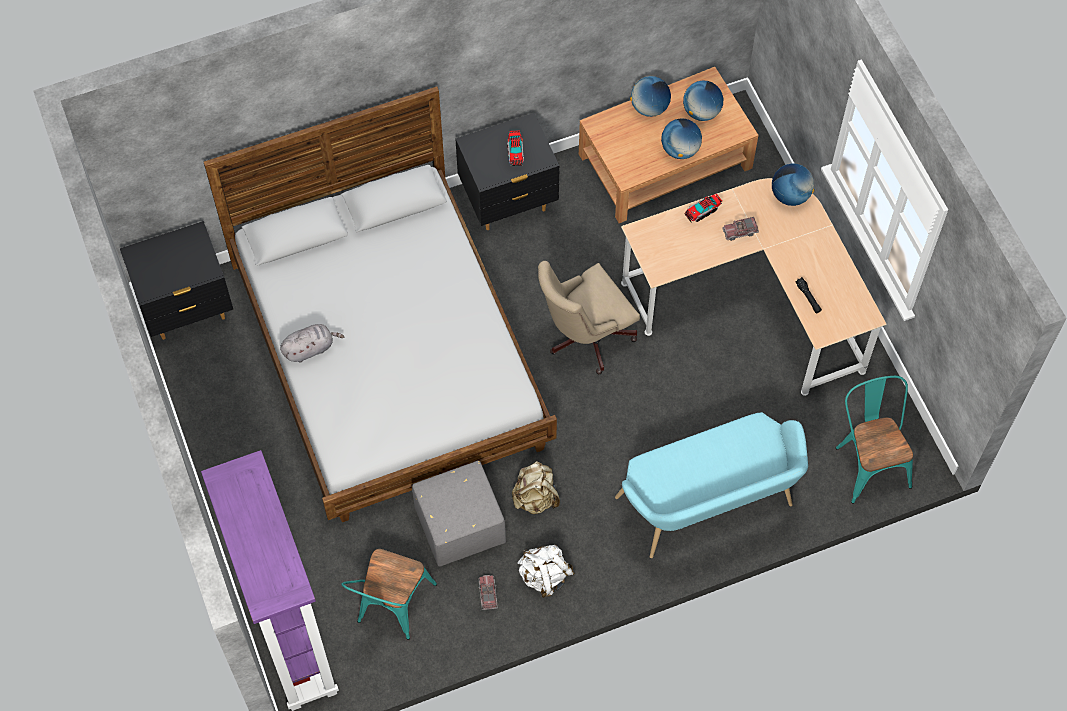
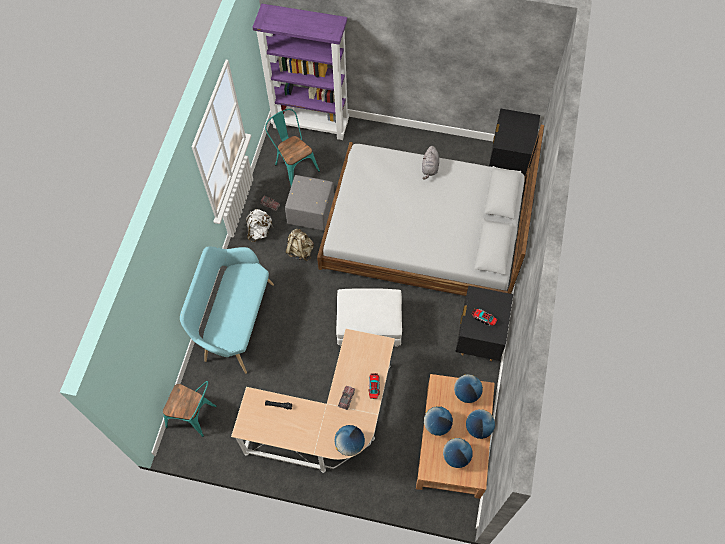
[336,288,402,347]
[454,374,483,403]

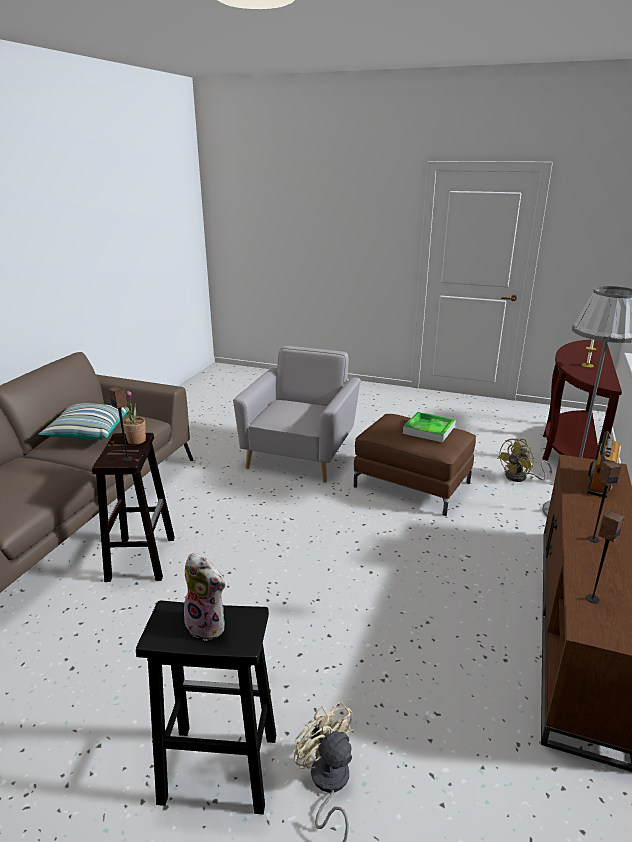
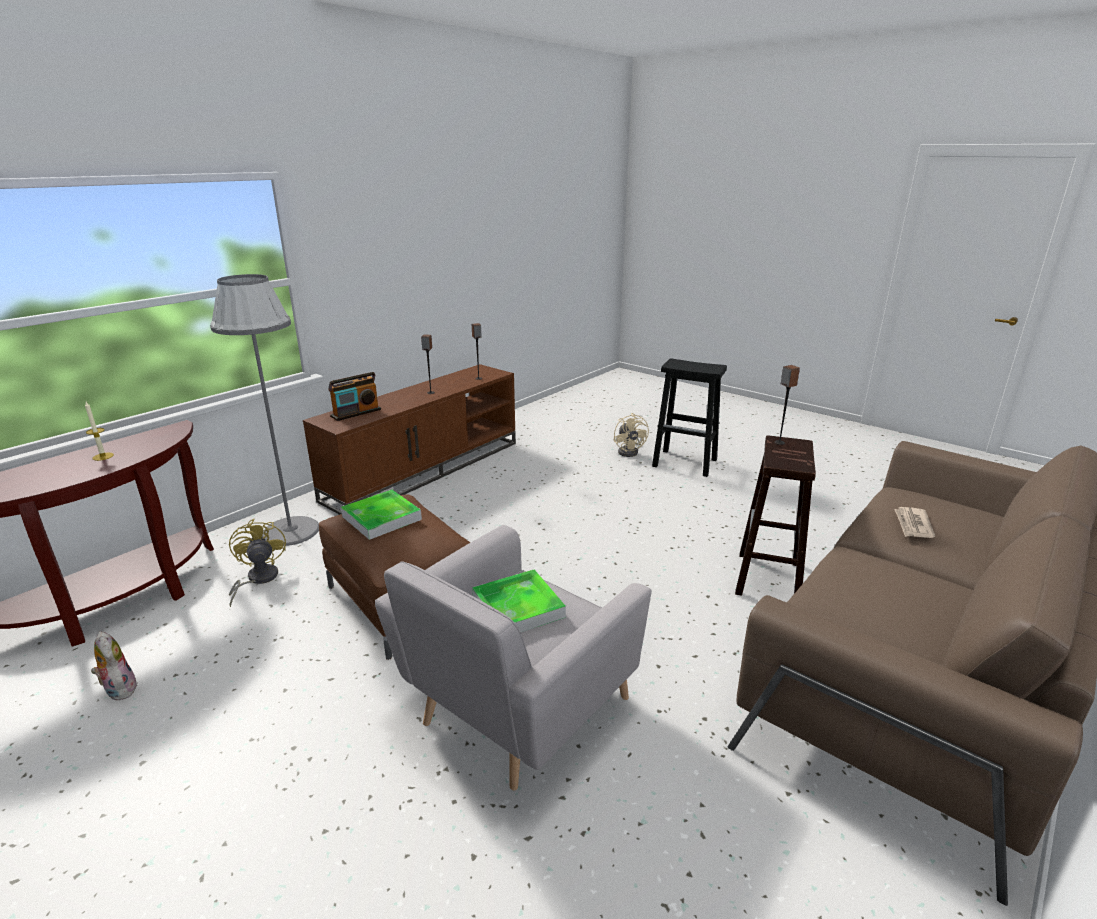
[39,403,128,440] (first image)
[123,391,146,445] (first image)
[91,631,137,701]
[229,519,286,607]
[472,570,566,632]
[894,507,935,538]

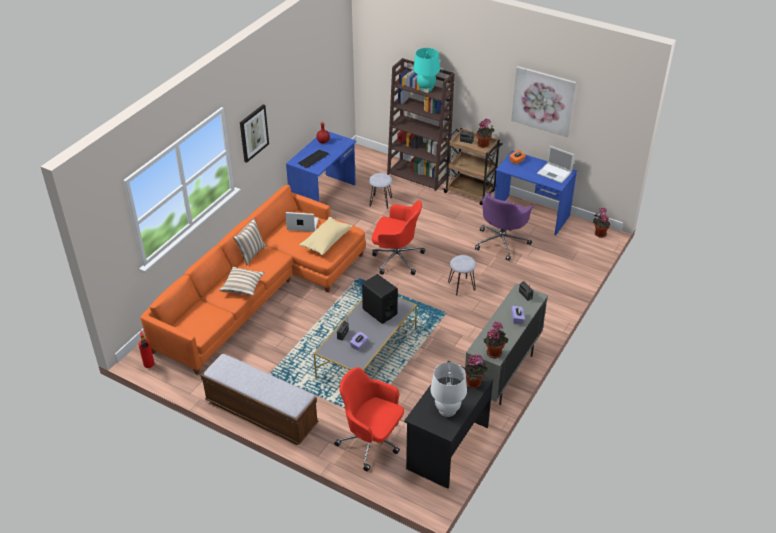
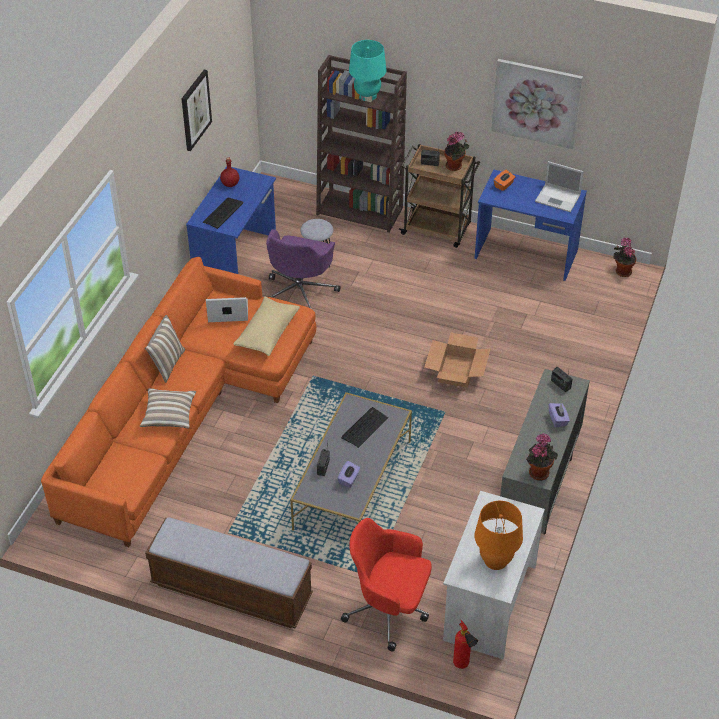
[453,620,478,669]
[181,70,212,151]
[341,407,388,448]
[372,200,425,275] (first image)
[443,491,545,659]
[474,501,523,570]
[424,332,491,388]
[464,354,488,388] (first image)
[266,229,341,308]

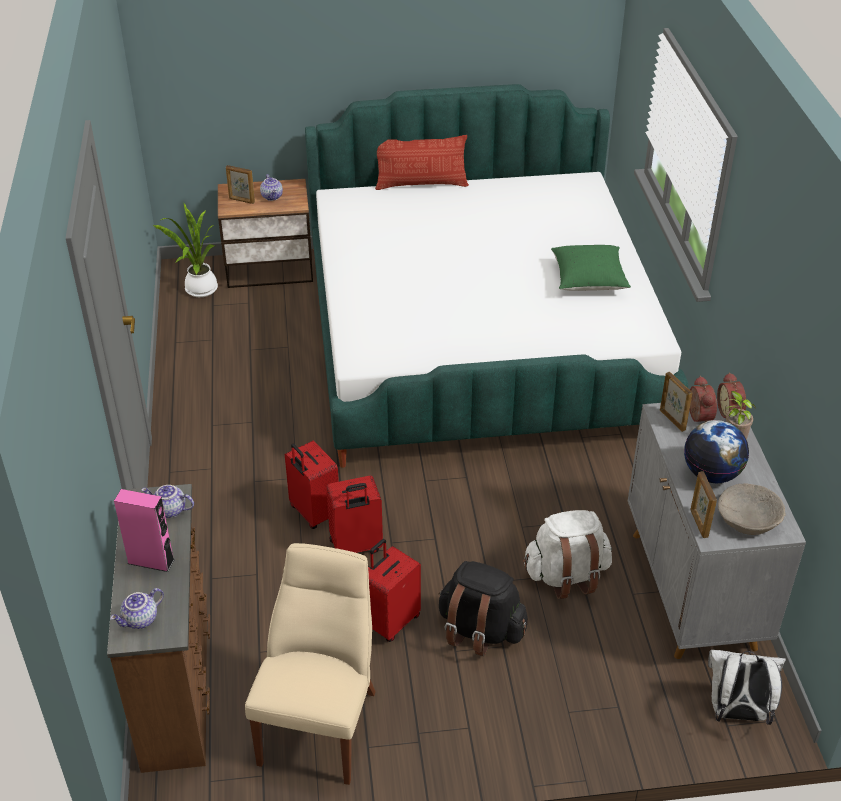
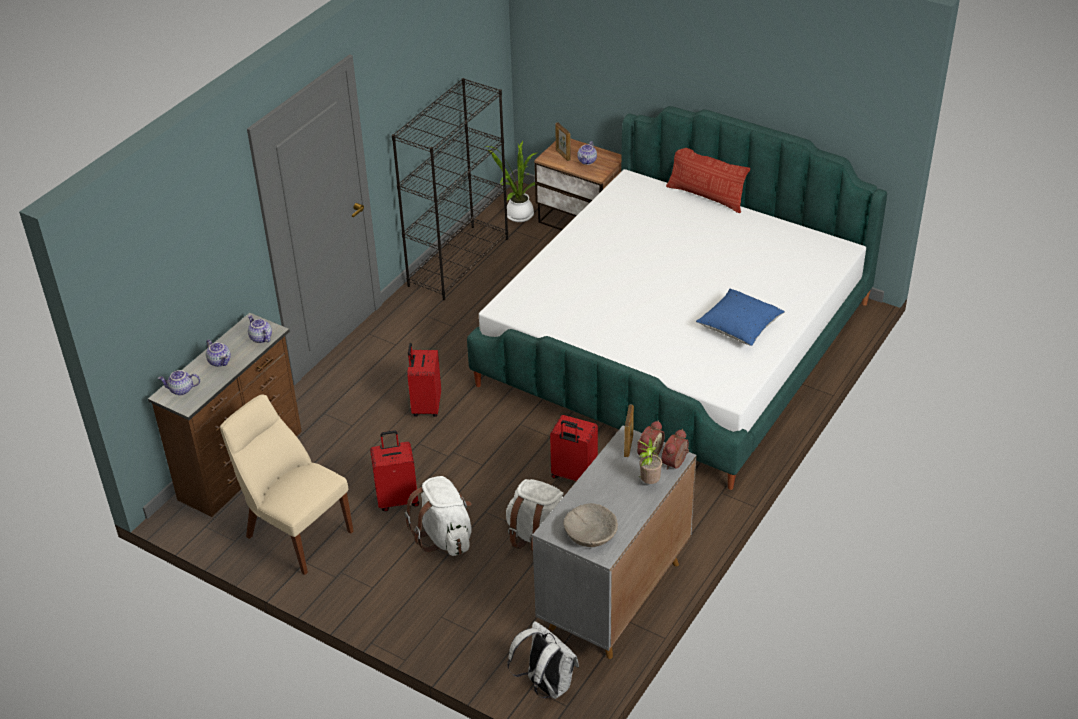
[206,339,231,367]
[220,394,353,575]
[550,415,598,481]
[405,476,472,556]
[696,288,785,346]
[684,420,749,483] (first image)
[690,472,717,538] (first image)
[392,78,508,300]

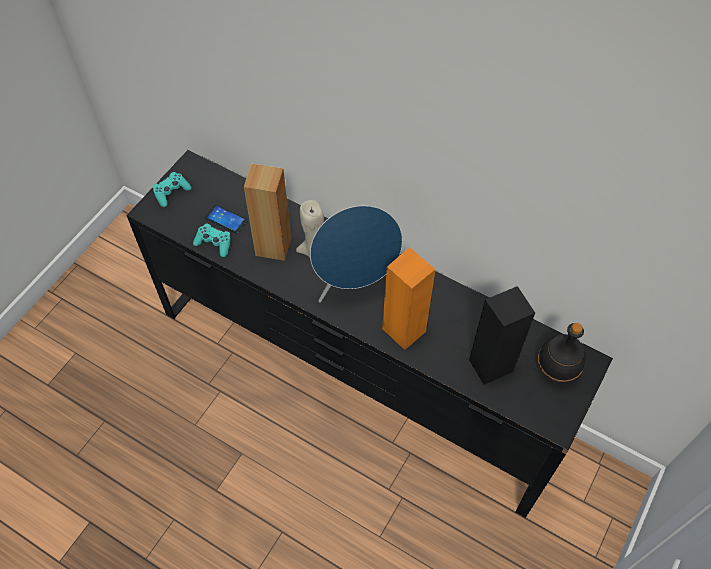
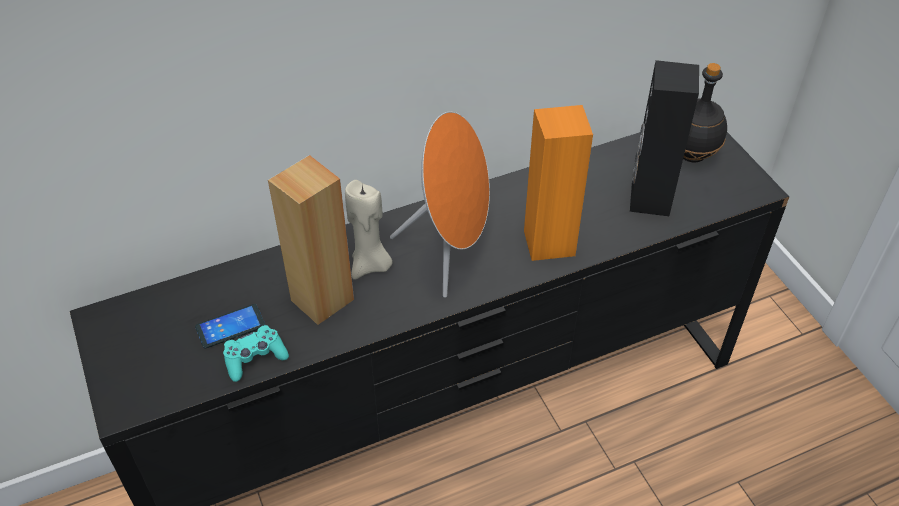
[152,172,191,207] (first image)
[390,112,490,298]

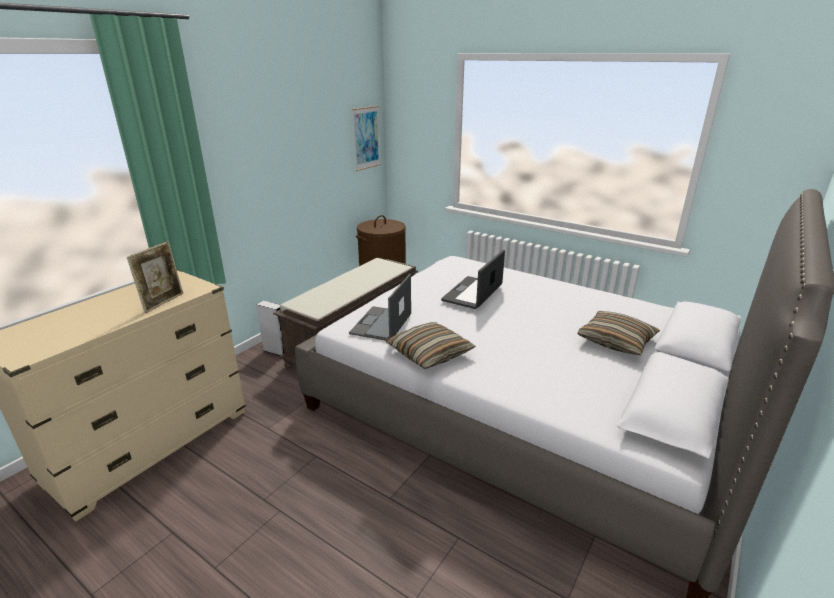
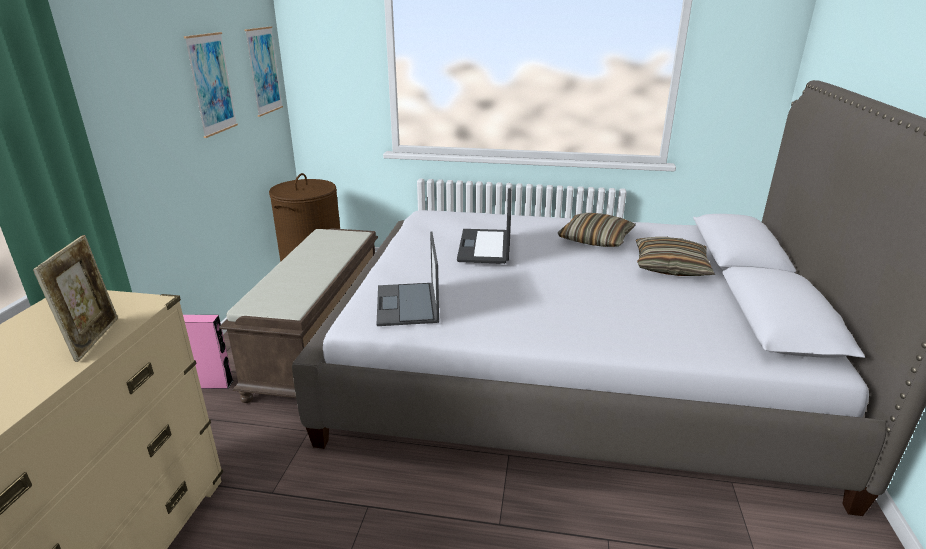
[183,315,234,389]
[558,213,636,247]
[184,32,238,138]

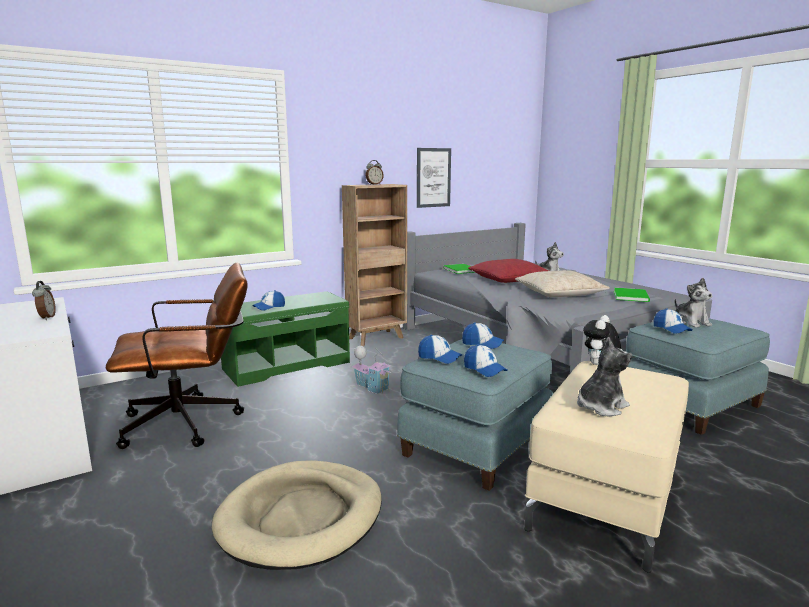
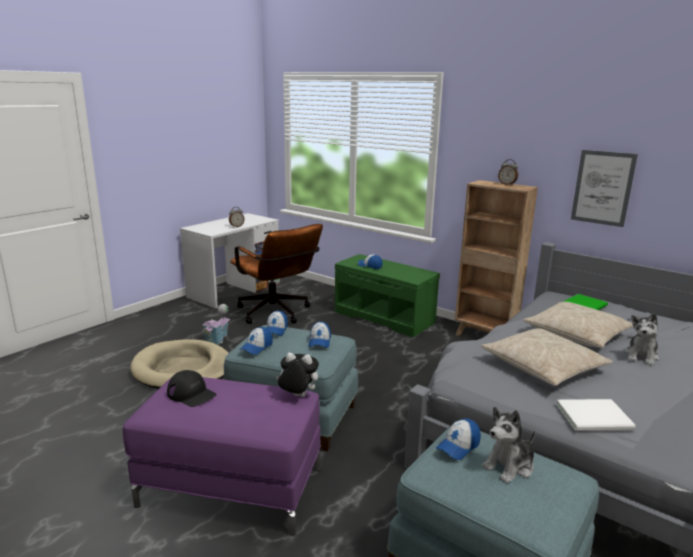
[202,304,230,345]
[523,302,633,348]
[123,377,321,536]
[167,370,217,407]
[556,399,635,431]

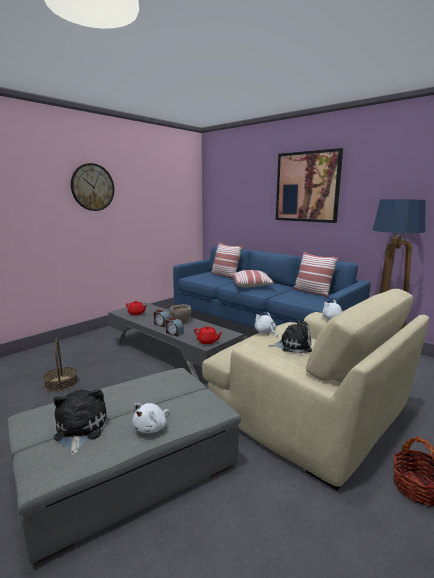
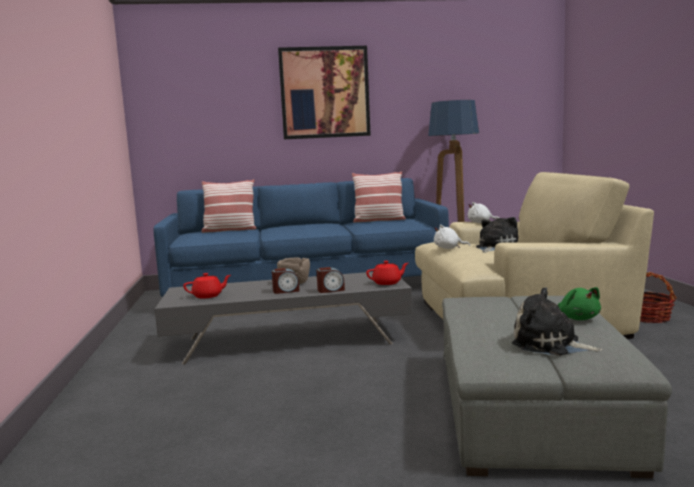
[43,338,78,392] (first image)
[71,163,114,211] (first image)
[558,287,601,320]
[232,270,274,288] (first image)

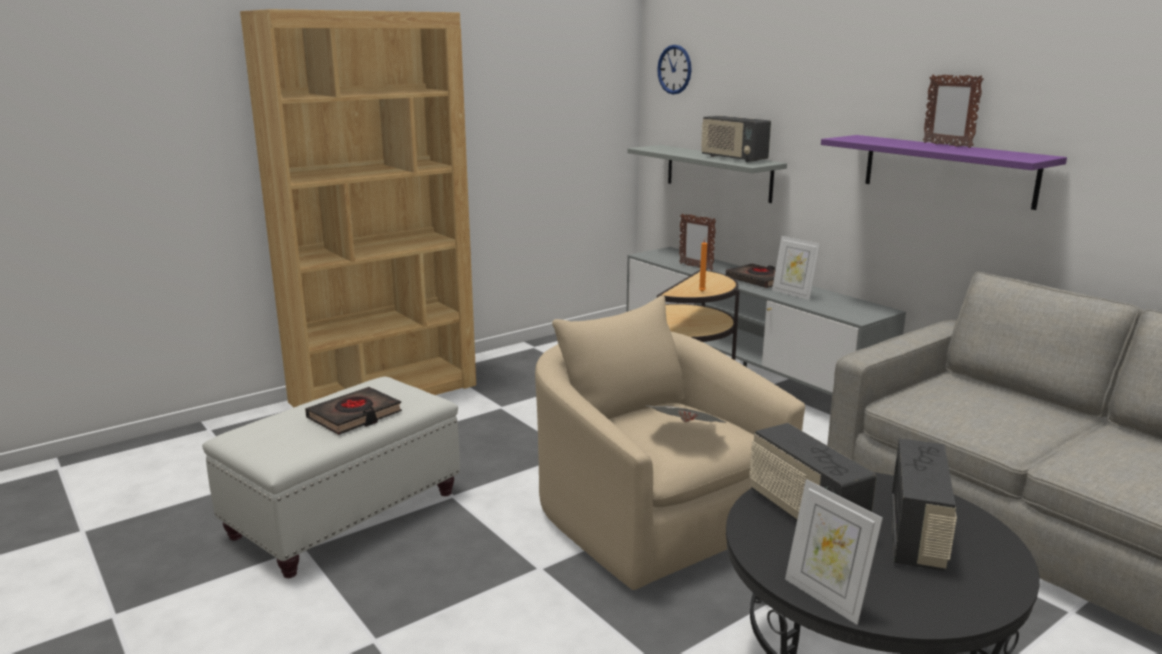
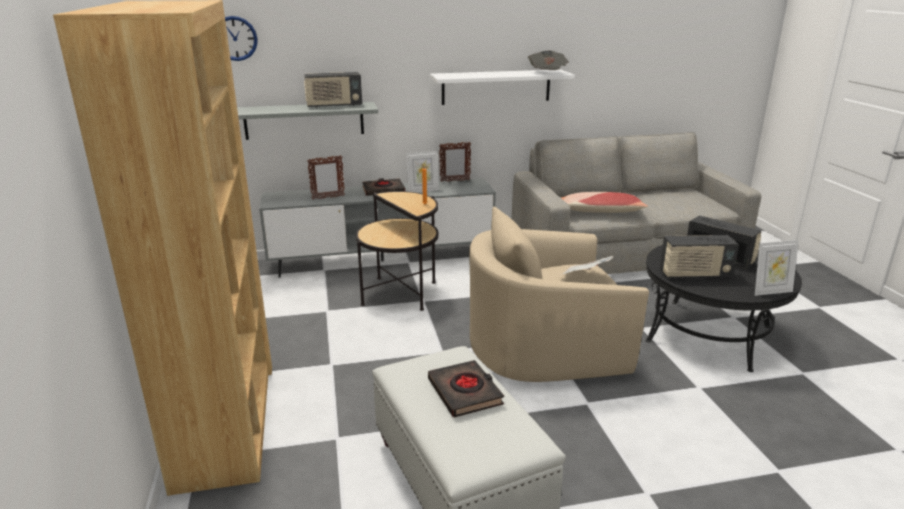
[430,69,575,105]
[439,142,471,182]
[528,51,569,70]
[561,192,648,213]

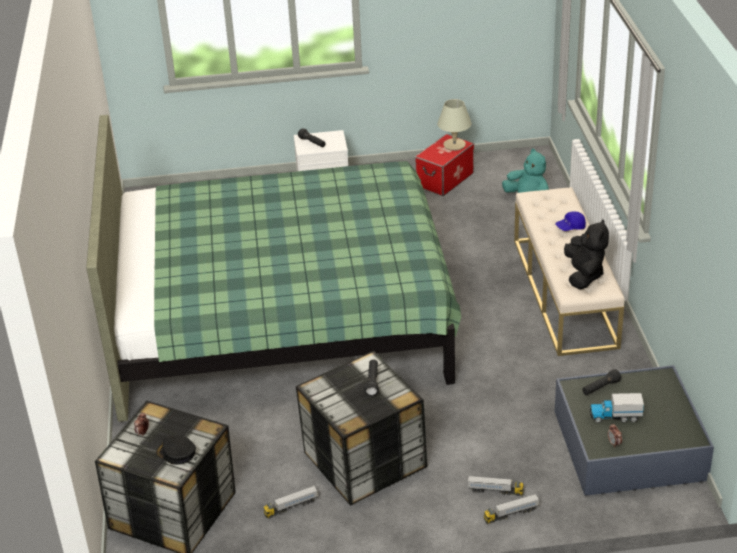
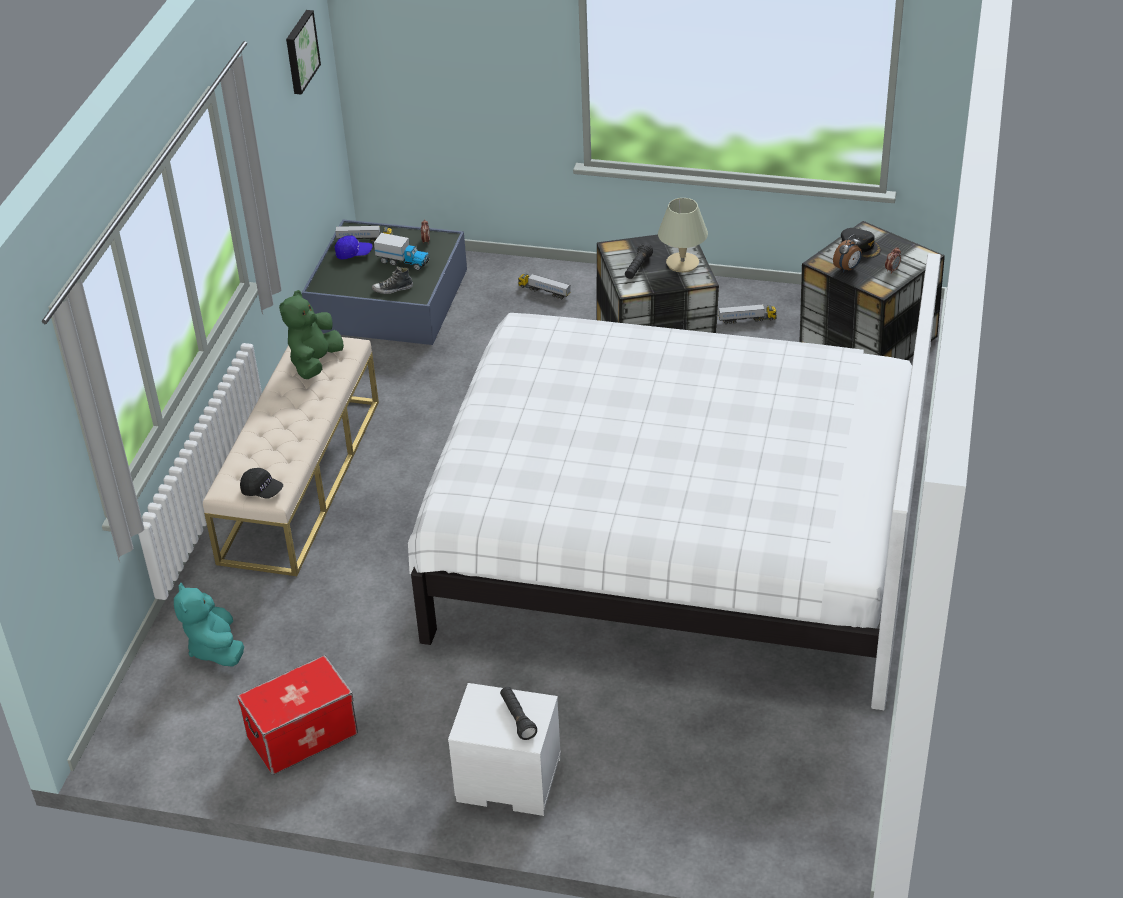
[408,253,941,710]
[658,198,708,273]
[335,225,393,242]
[335,235,373,259]
[279,290,344,379]
[372,266,413,294]
[240,468,283,499]
[286,10,321,95]
[833,235,862,273]

